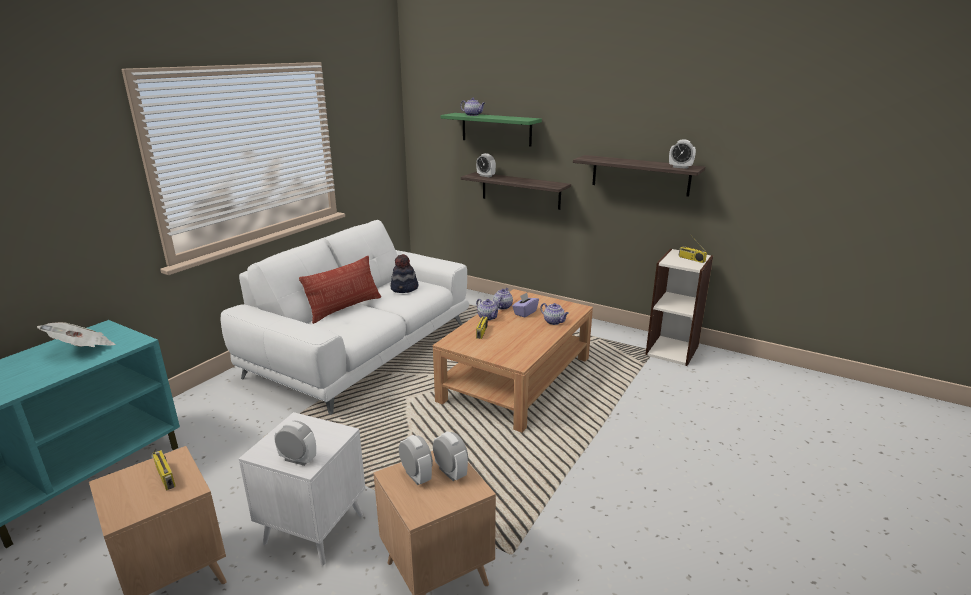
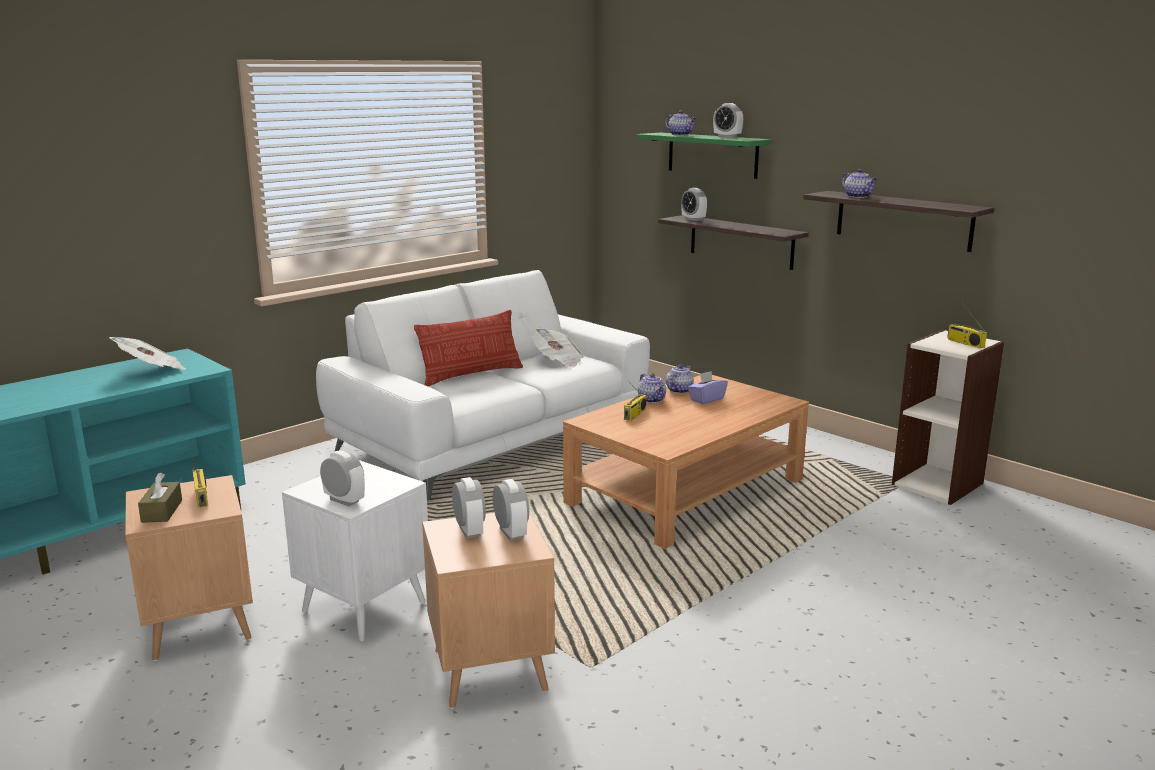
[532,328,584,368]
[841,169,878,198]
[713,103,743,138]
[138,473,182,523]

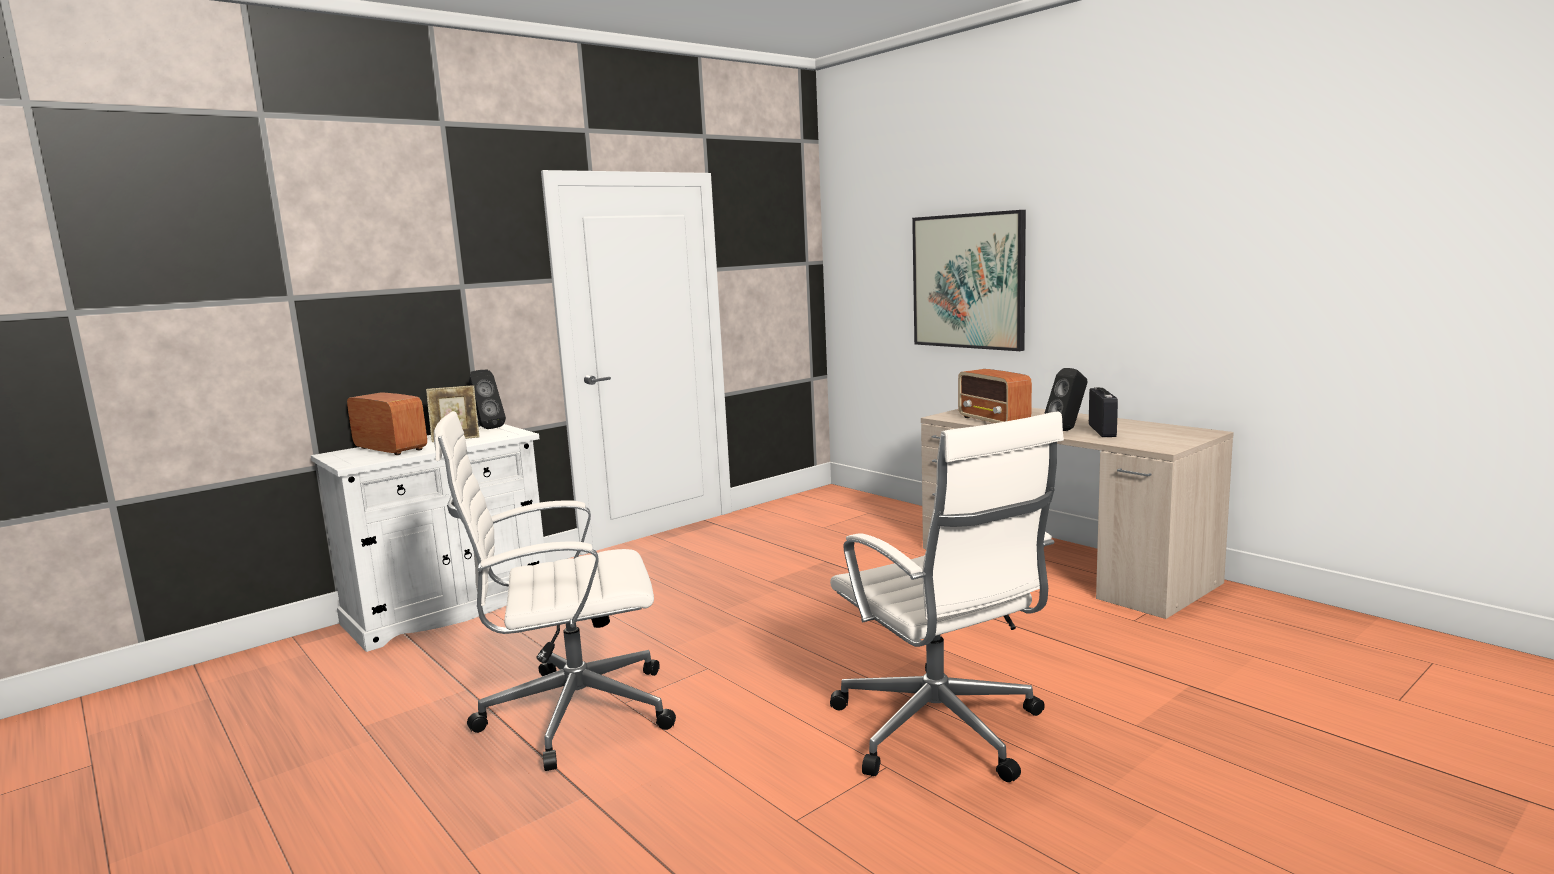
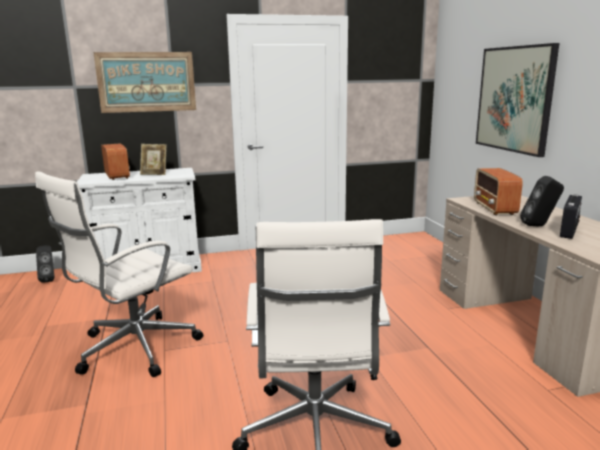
[35,171,203,377]
[36,245,54,283]
[93,52,196,113]

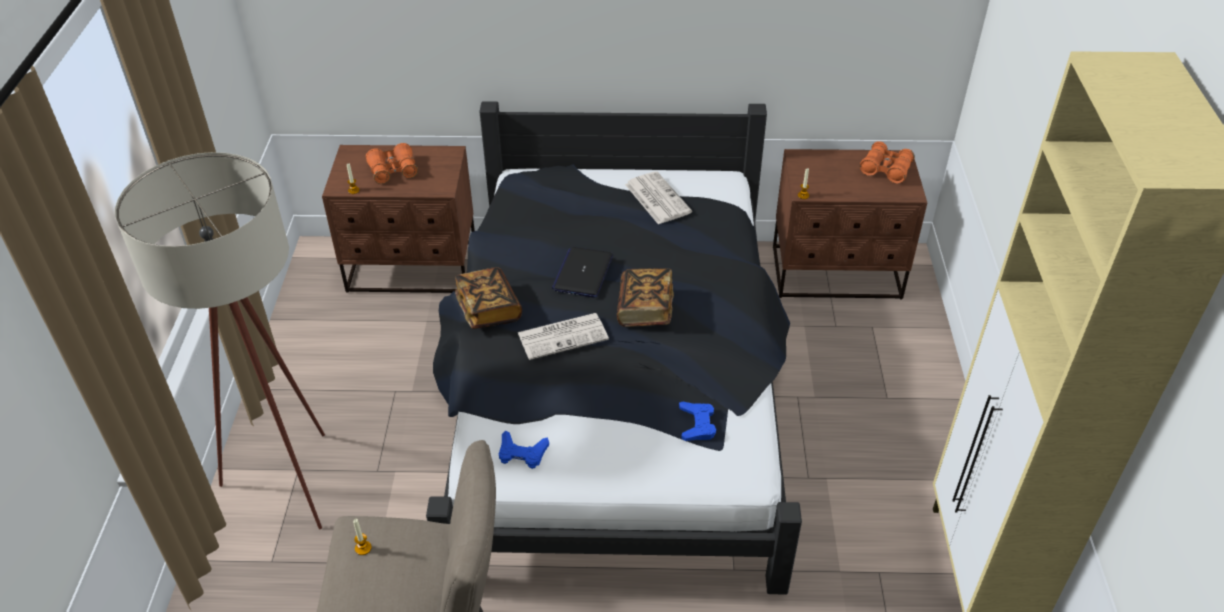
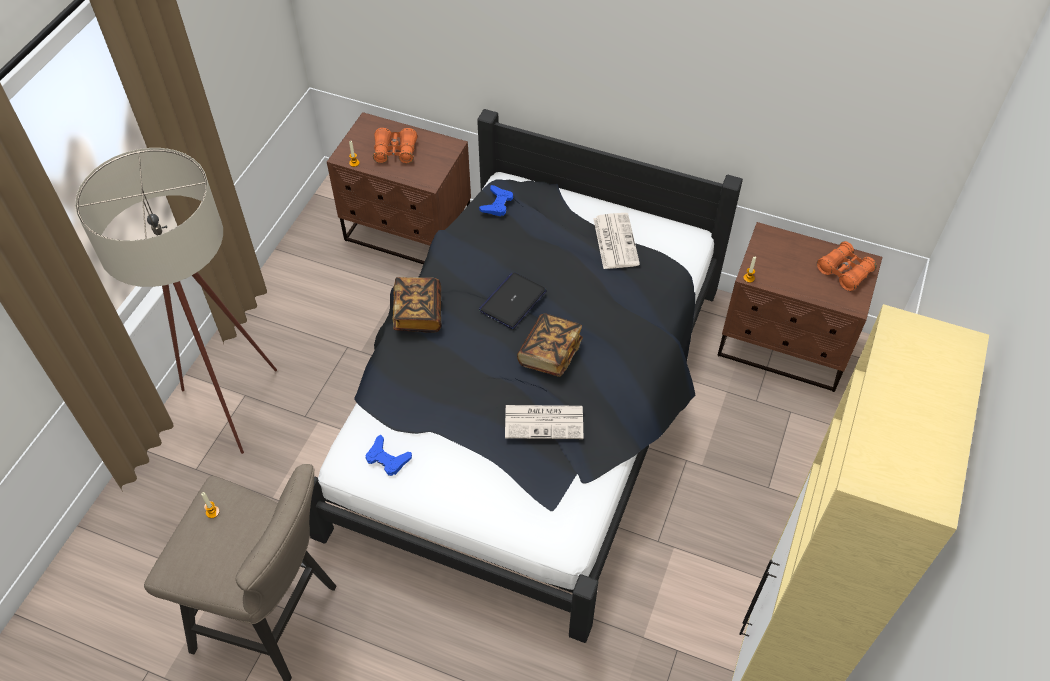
[505,405,583,439]
[479,185,513,216]

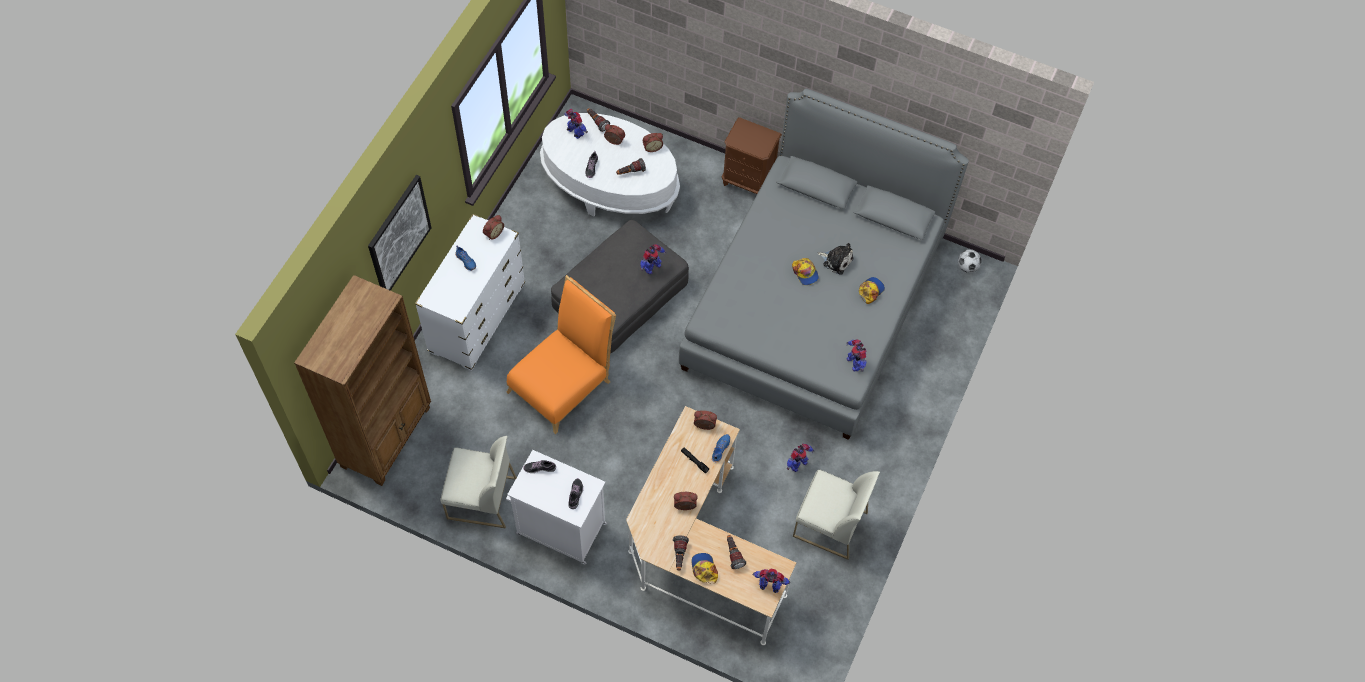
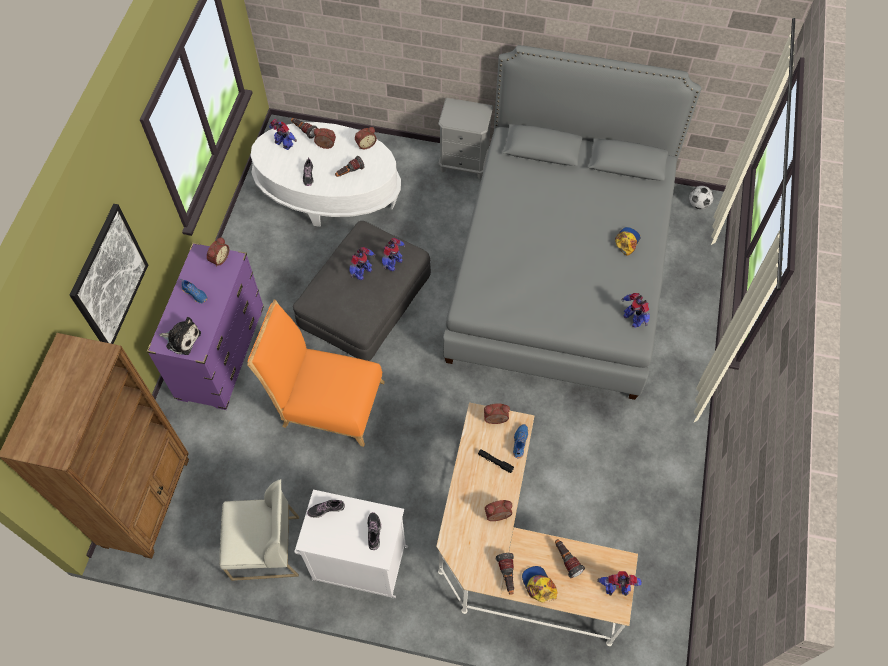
[147,243,264,410]
[247,300,385,447]
[438,98,493,179]
[349,247,376,281]
[792,258,819,285] (first image)
[793,469,880,560] (first image)
[159,317,201,355]

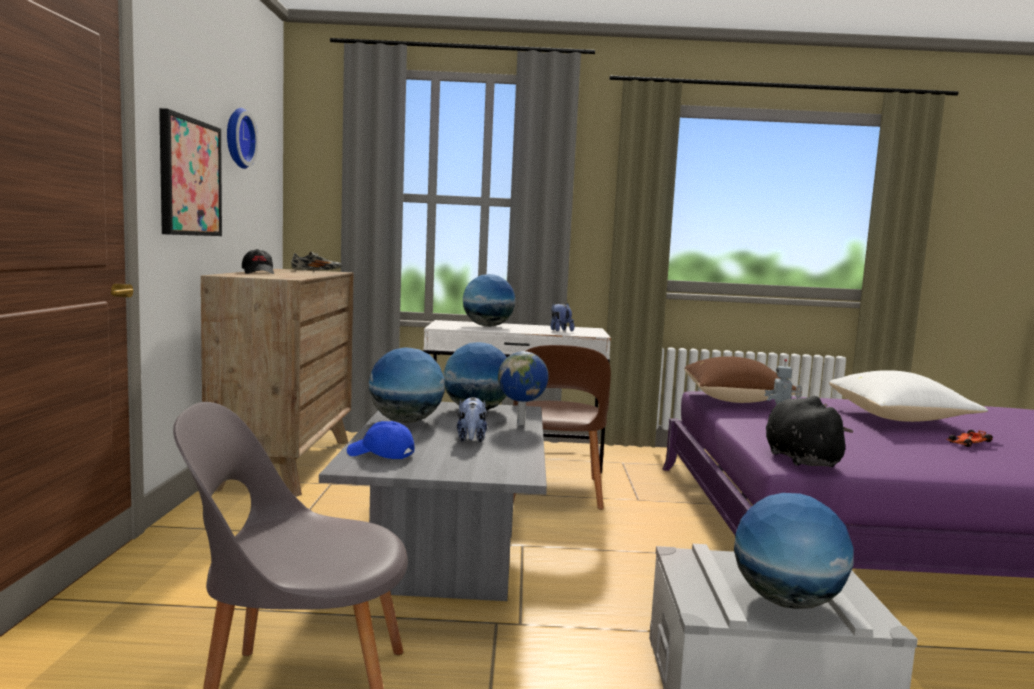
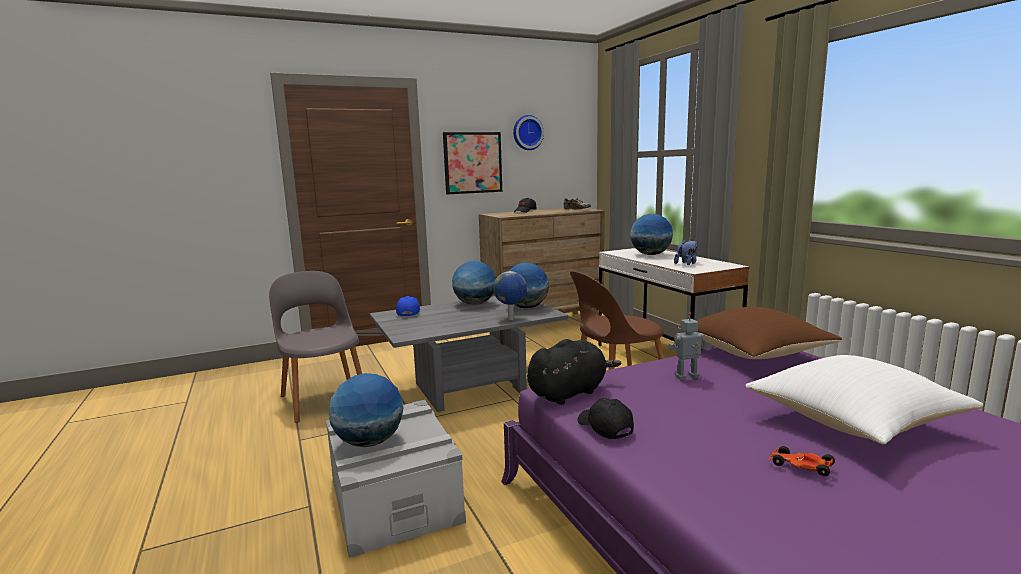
[457,397,487,442] (first image)
[577,398,634,439]

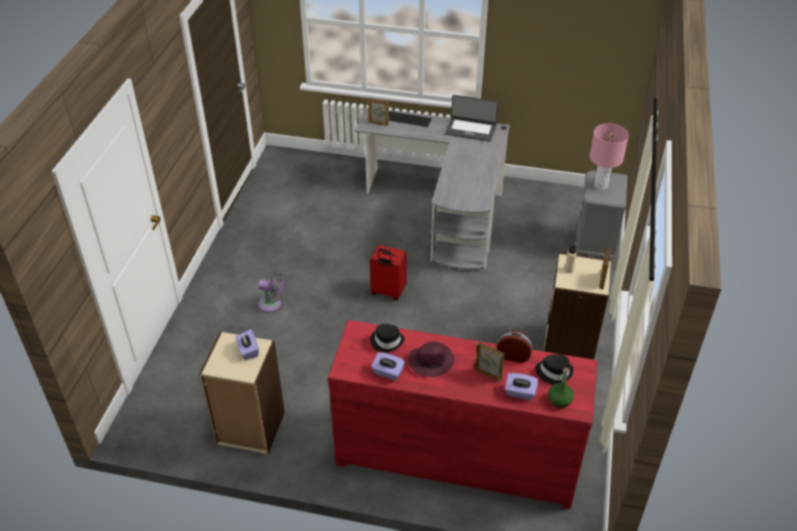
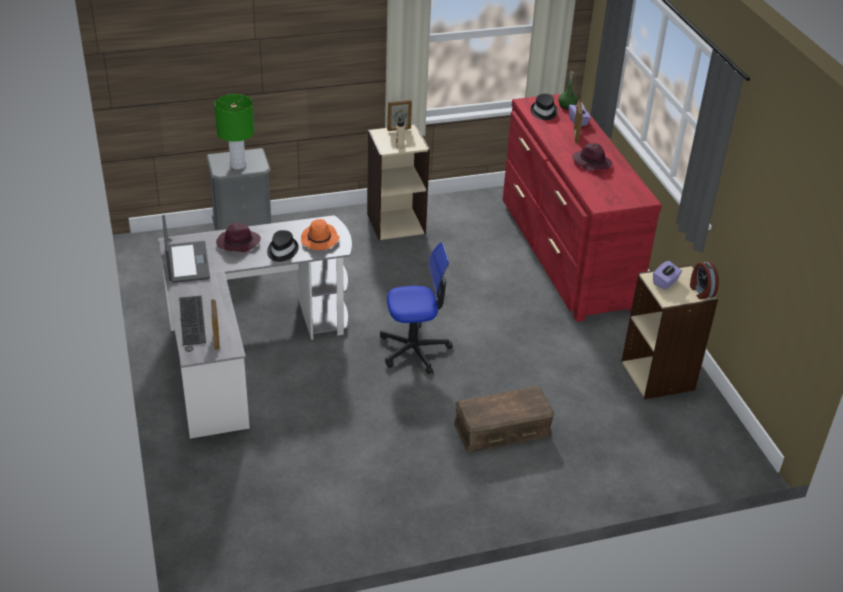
[454,386,554,453]
[380,242,453,374]
[267,230,299,262]
[371,352,405,381] (first image)
[690,261,719,299]
[215,94,254,169]
[216,223,261,252]
[301,219,339,250]

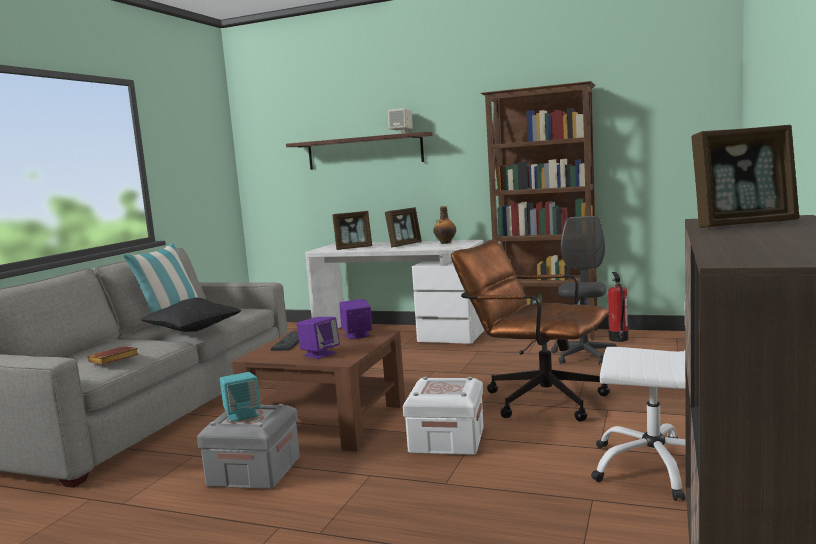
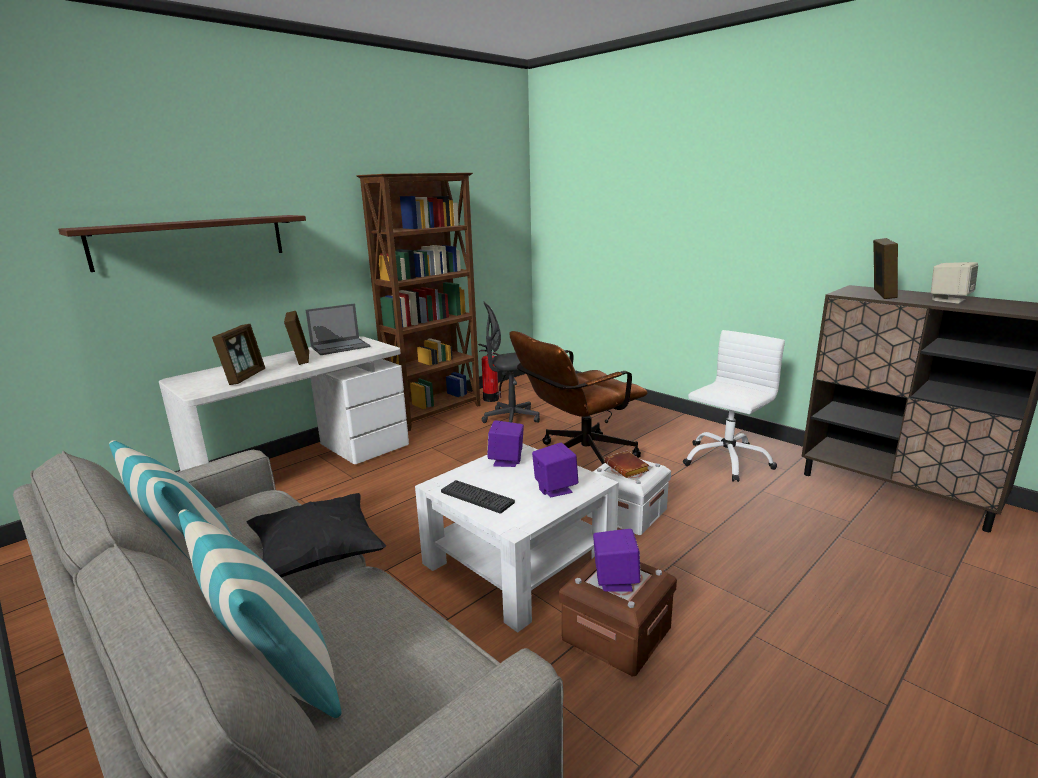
[604,451,649,478]
[559,557,677,676]
[593,529,641,592]
[415,444,619,633]
[931,262,978,304]
[306,303,371,355]
[482,301,540,423]
[179,509,342,718]

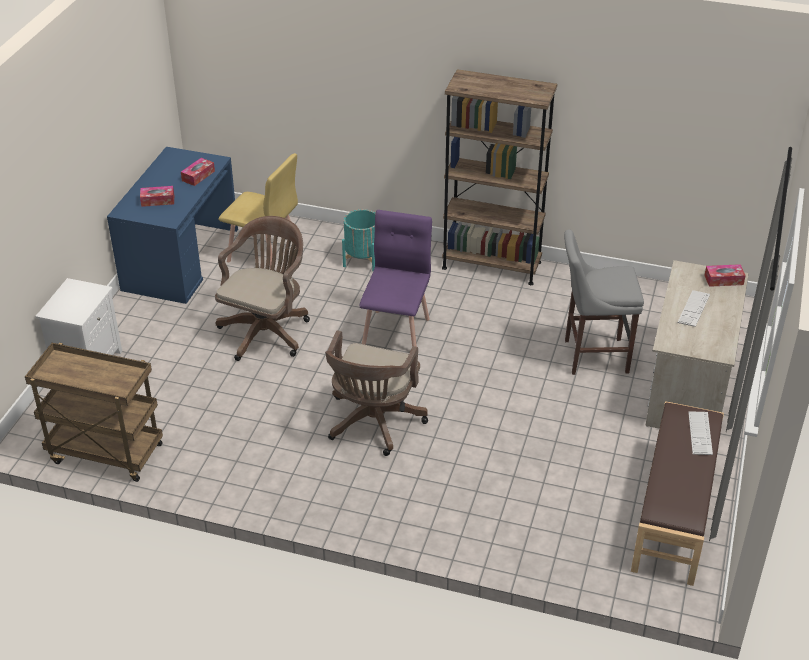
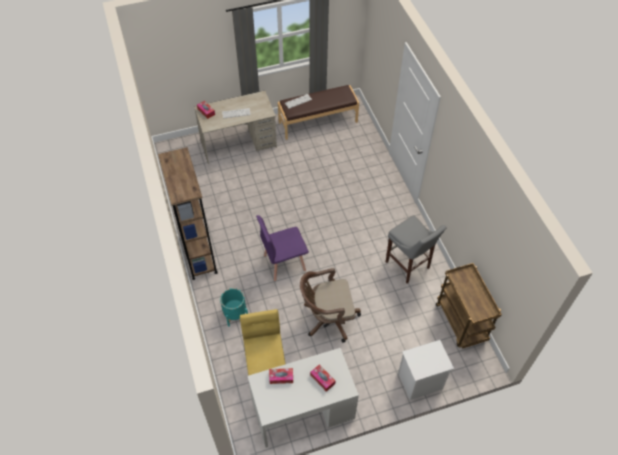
[247,348,359,448]
[325,330,428,456] (first image)
[386,215,446,284]

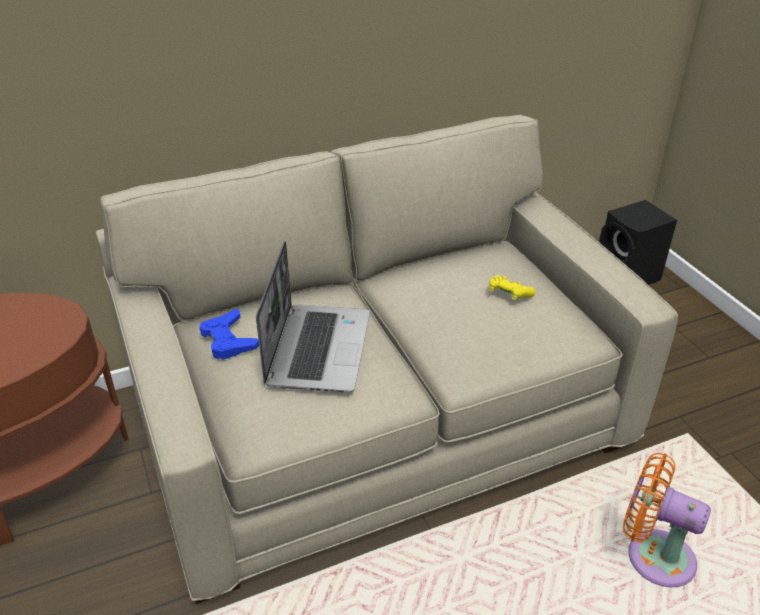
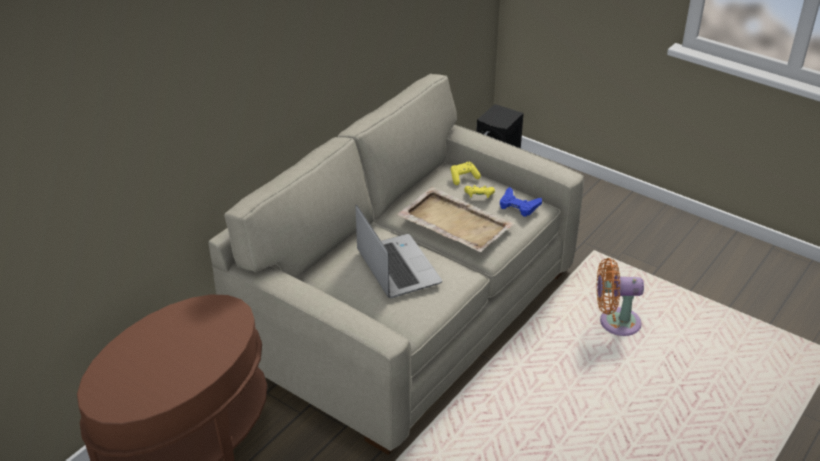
[500,187,542,217]
[397,187,515,252]
[451,161,481,185]

